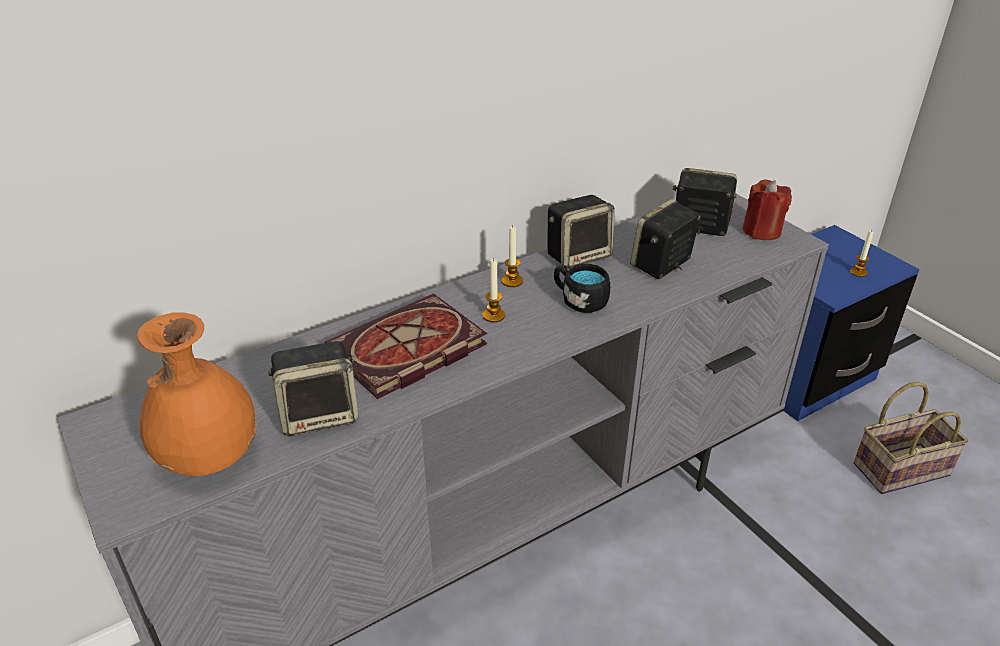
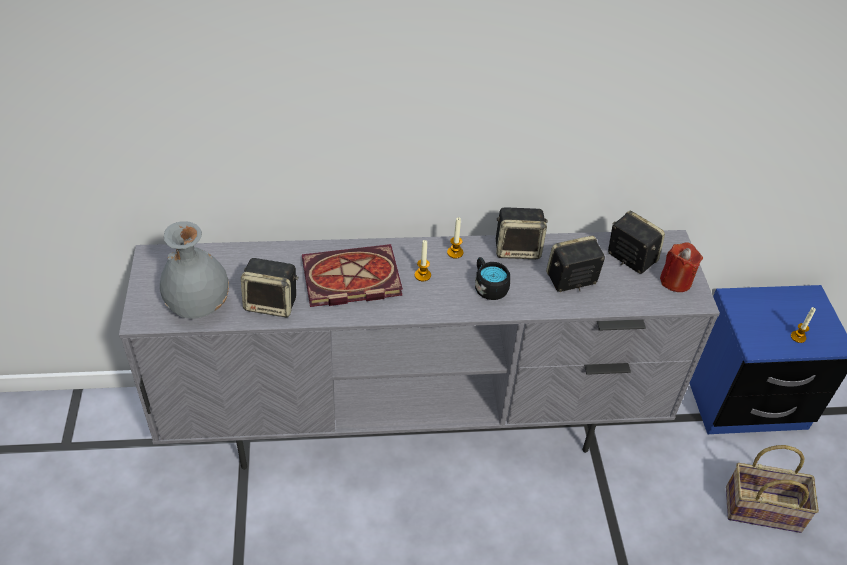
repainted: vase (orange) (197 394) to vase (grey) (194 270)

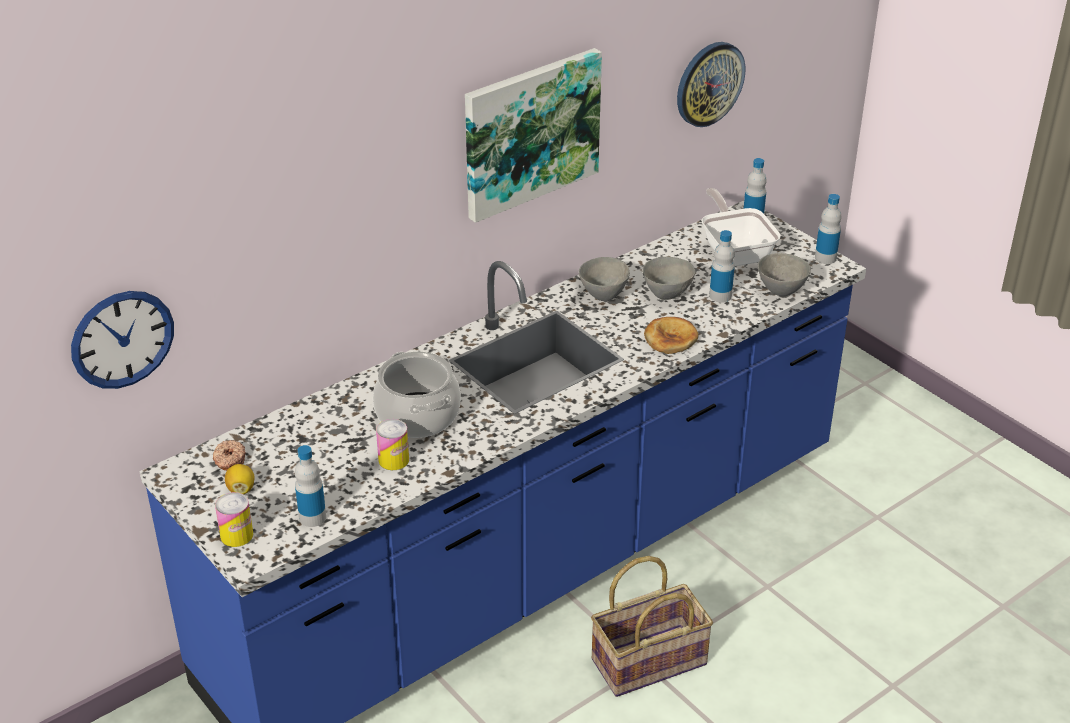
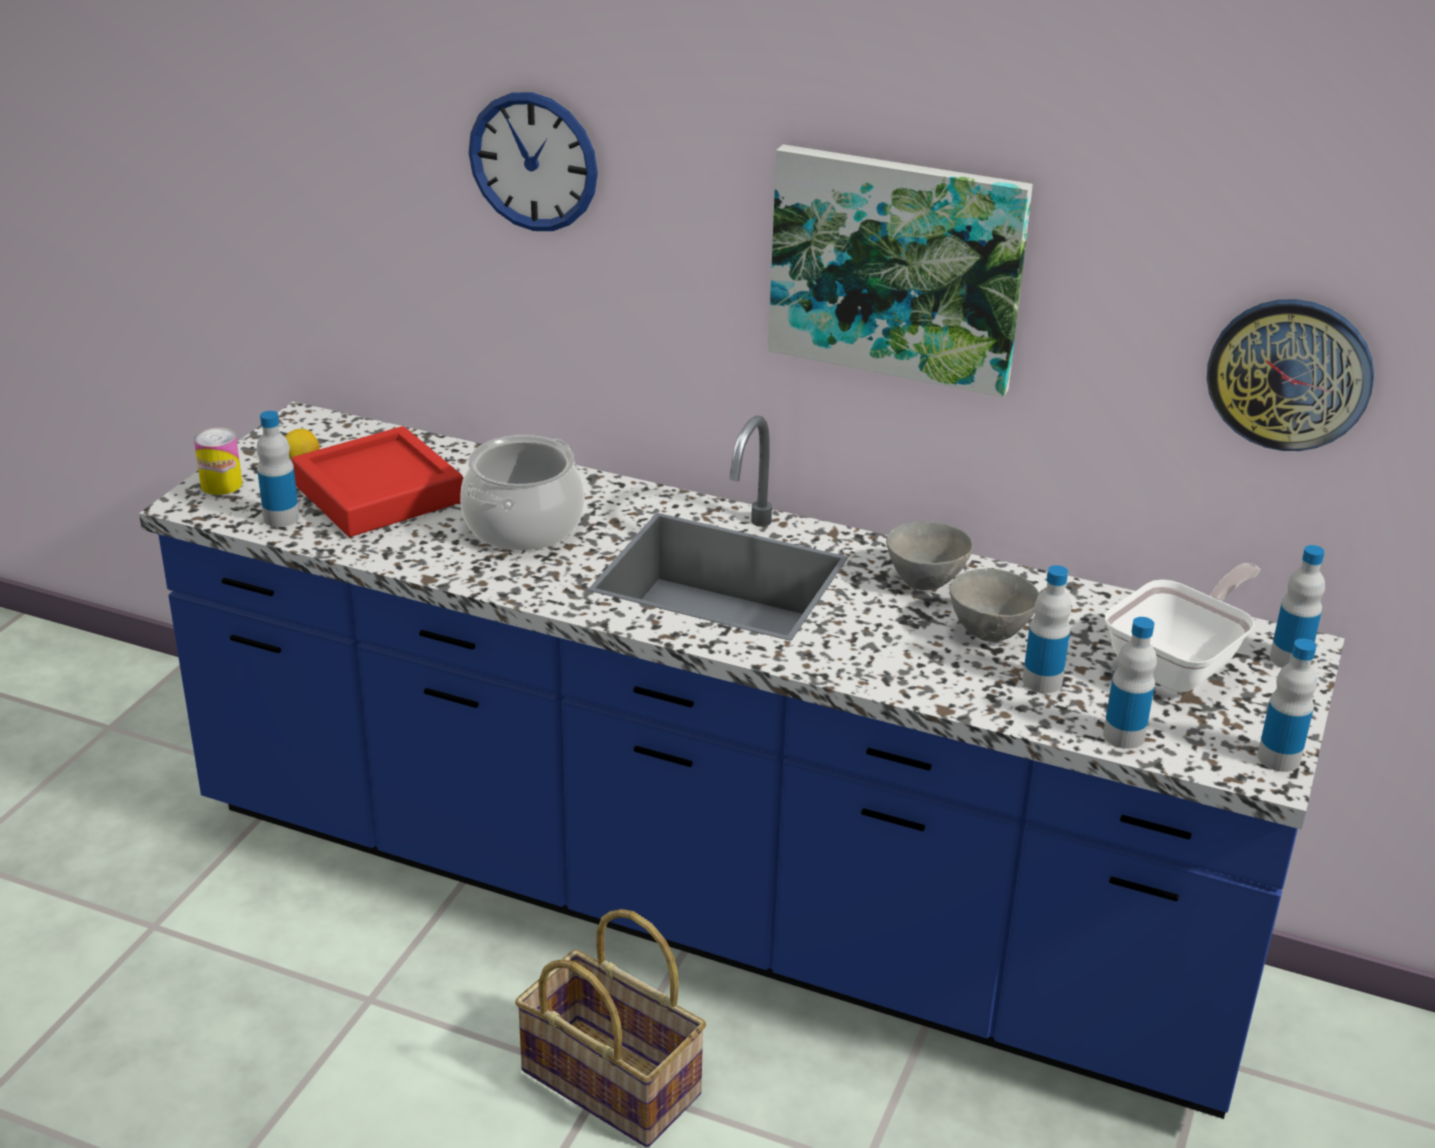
gone: donut (229 455); can (392 444); bread (671 335)
new: tray (red) (377 481)
shifted: wall clock (122 340) to (533 161)
swapped: bowl (grey) (784 274) to bottle (1130 683)

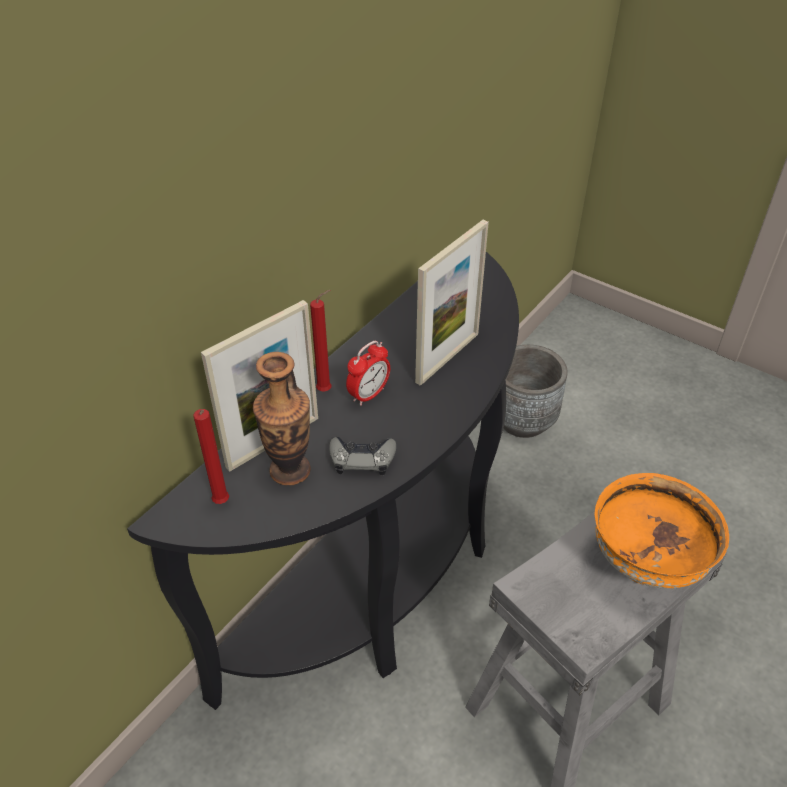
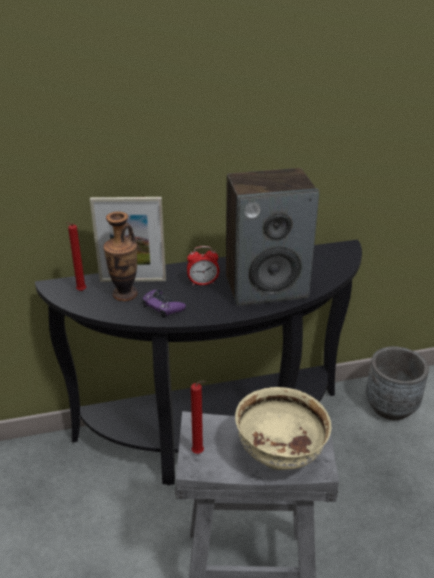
shifted: candle (red) (320 340) to (199 417)
swapped: picture frame (452 303) to speaker (272 237)
repainted: game controller (grey) (362 456) to game controller (purple) (164 304); bowl (orange) (662 531) to bowl (beige) (283 428)

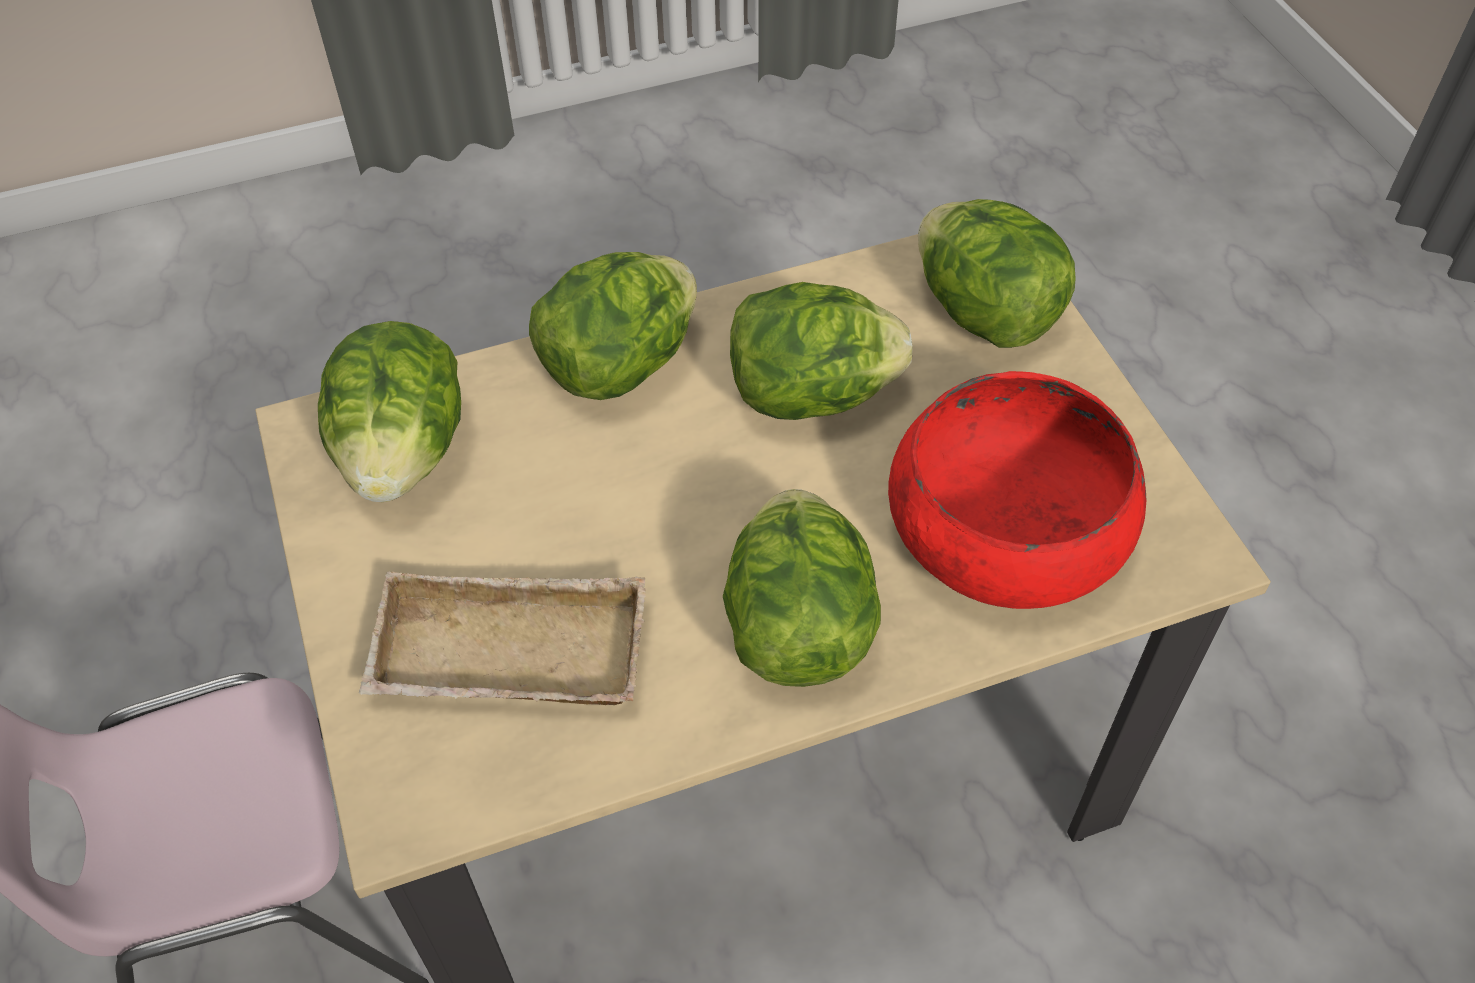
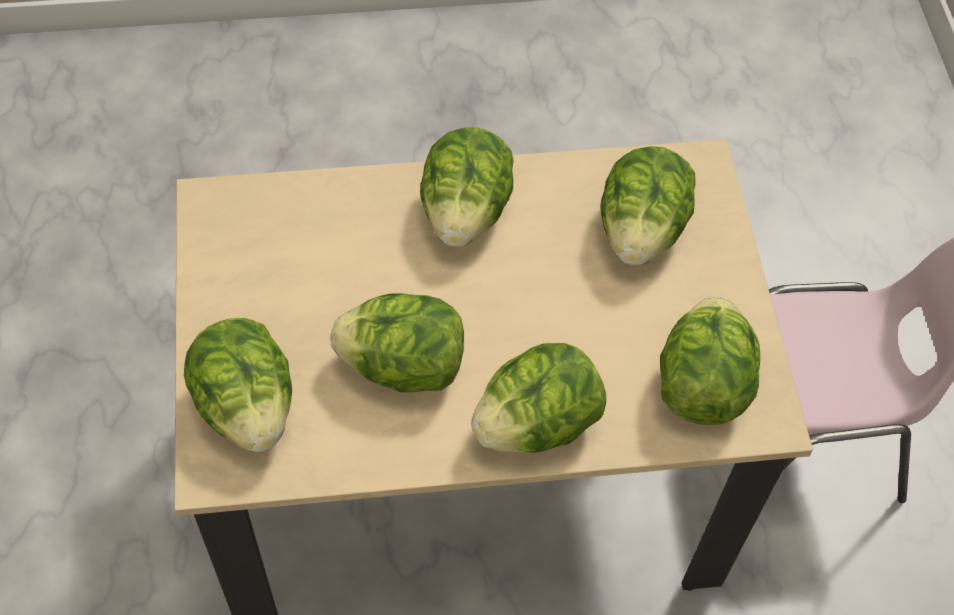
gone: bowl (red) (1017 490)
swapped: tray (beige) (502 638) to lettuce (648 205)

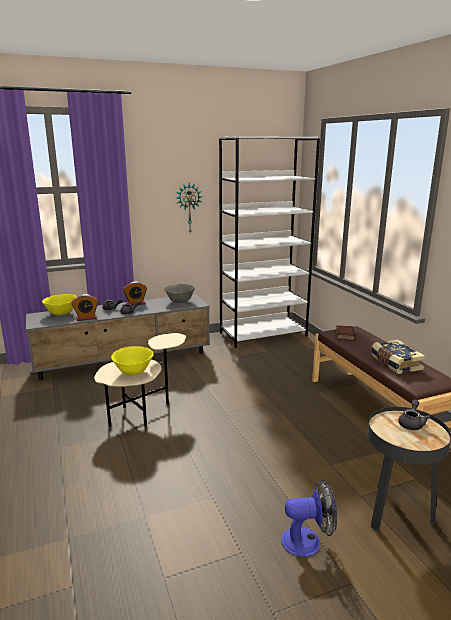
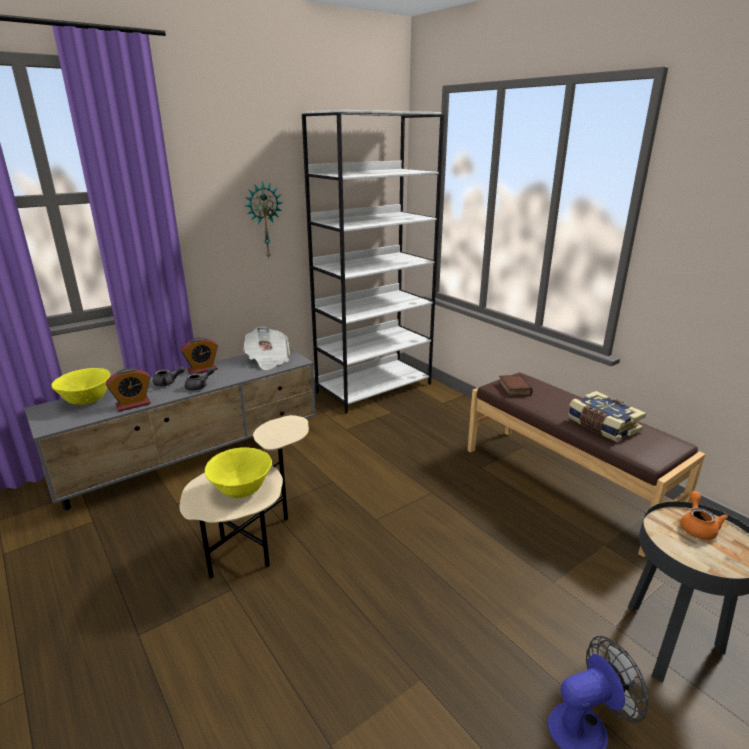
swapped: bowl (grey) (179 293) to newspaper (266 348)
repainted: teapot (grey) (414 414) to teapot (orange) (704 515)

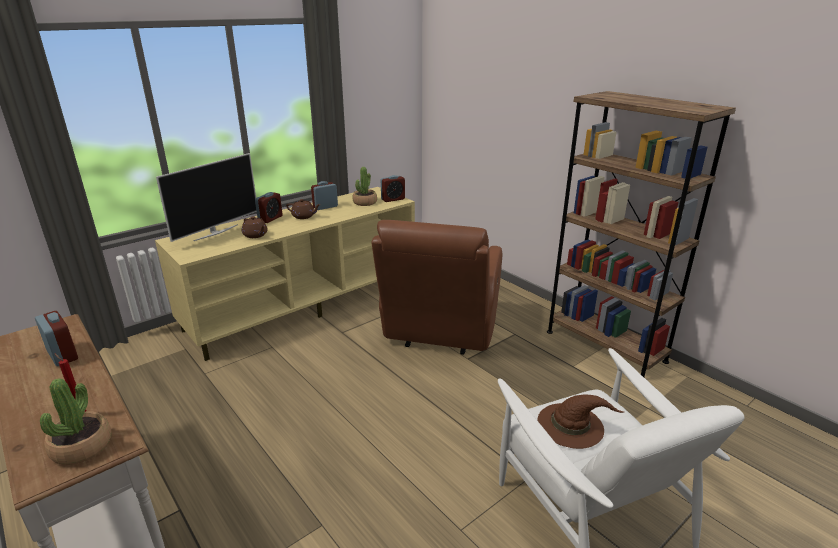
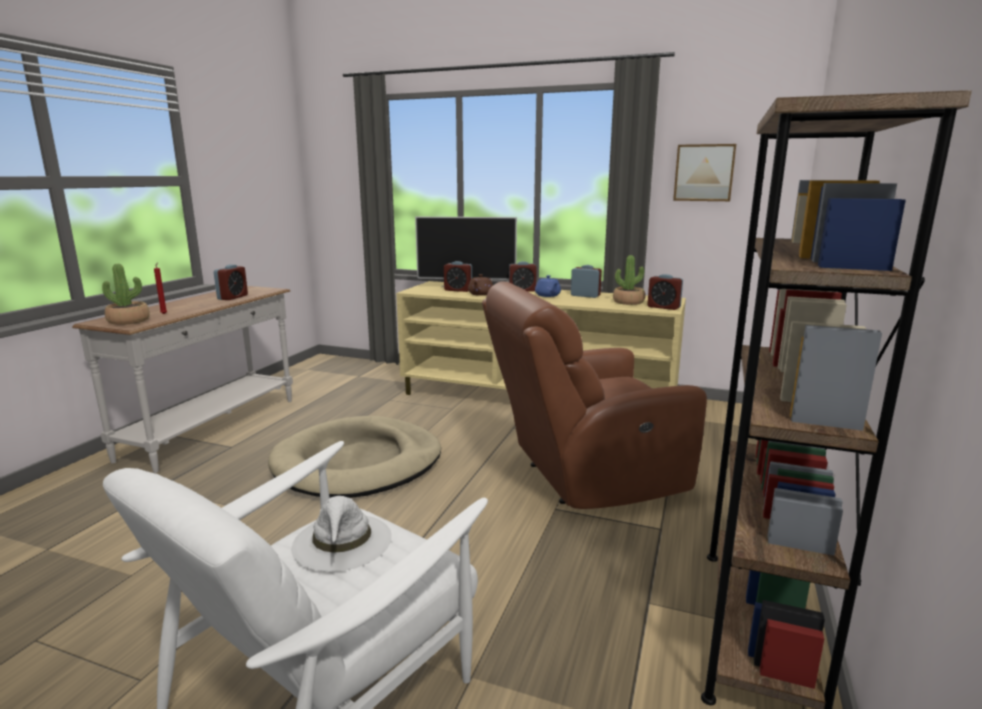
new: dog bed (beige) (354 457); alarm clock (458 276); picture (704 172)
repainted: teapot (brown) (303 209) to teapot (blue) (548 286); hat (brown) (580 422) to hat (white) (341 534)

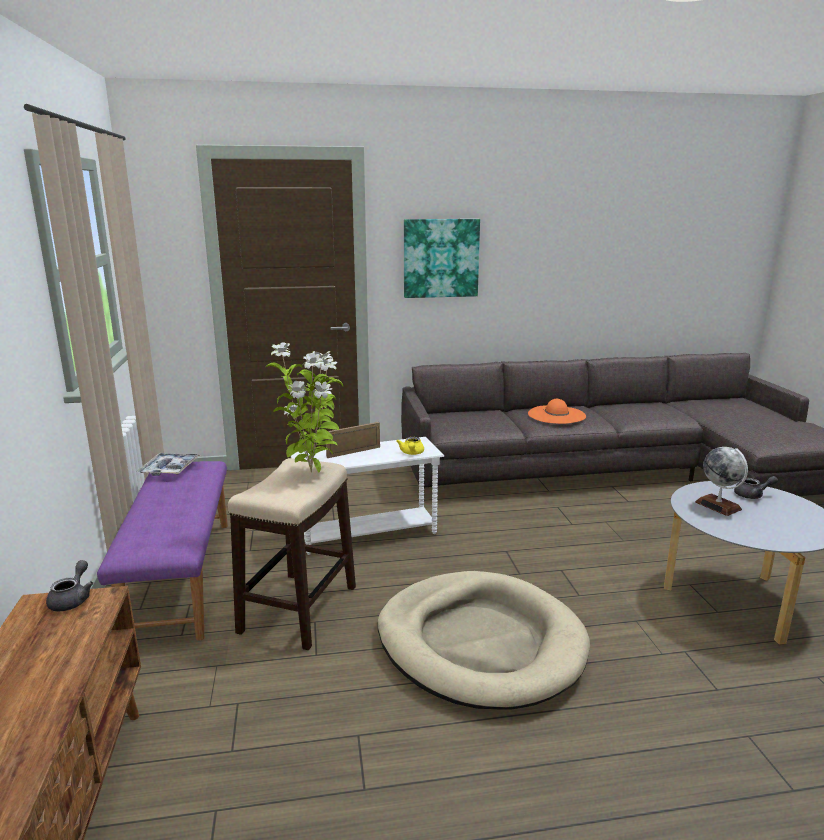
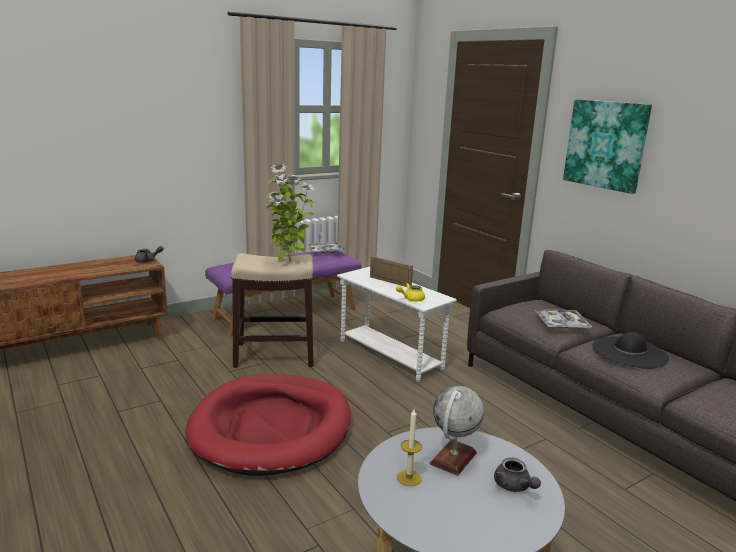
new: candle (409 447); tray (563 318)
repainted: dog bed (beige) (484 640) to dog bed (red) (267 425); hat (orange) (557 411) to hat (black) (631 350)

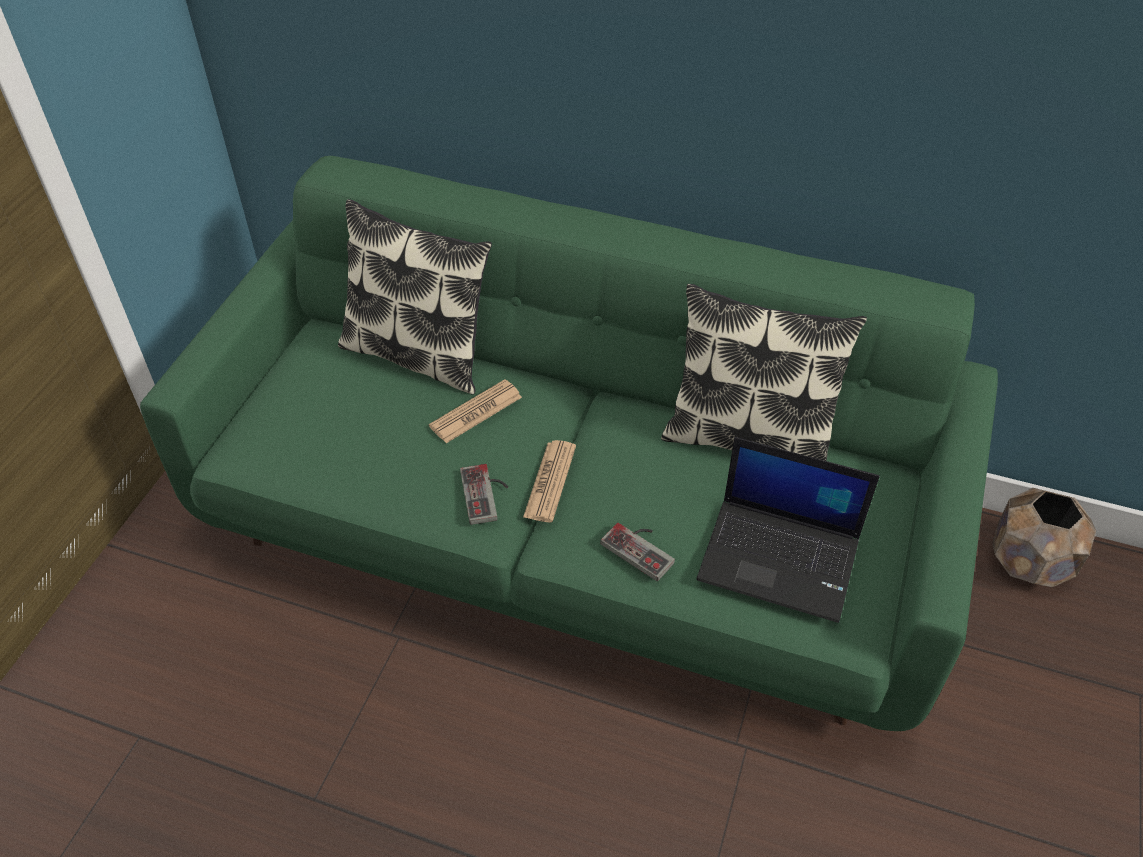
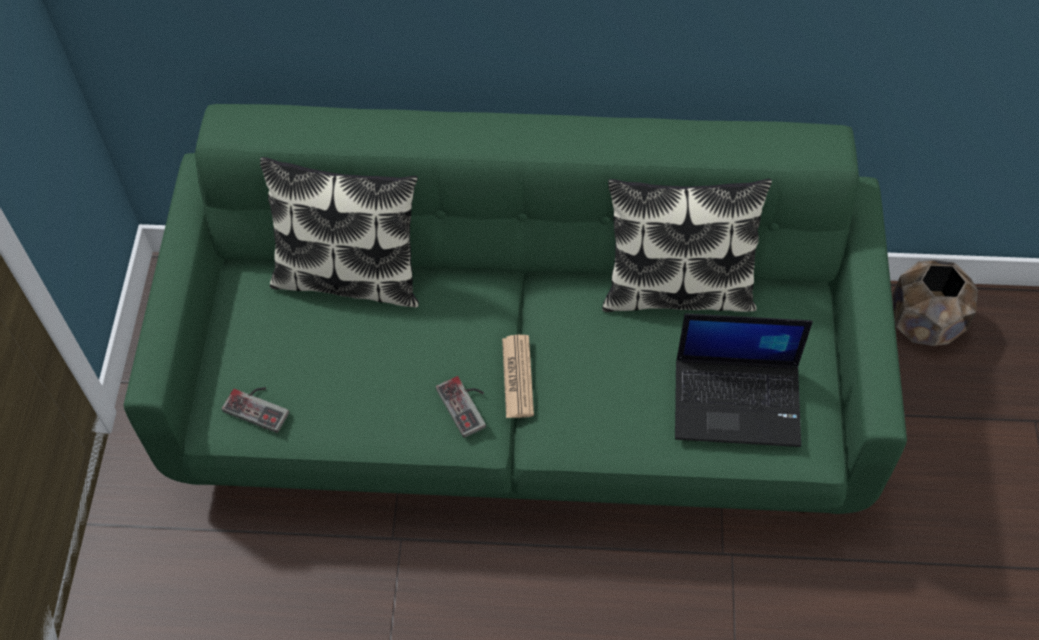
gone: newspaper (475 411)
shifted: game controller (637 552) to (255 410)

